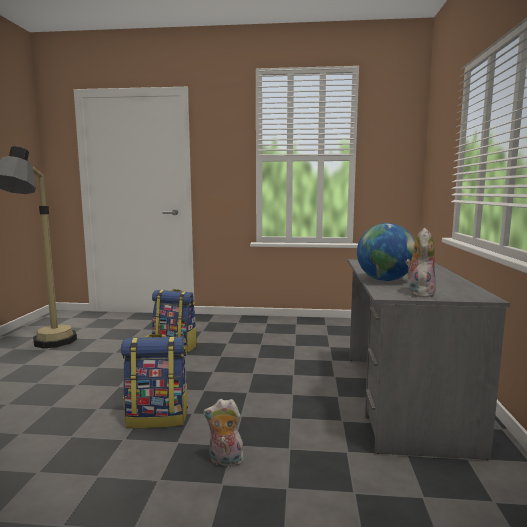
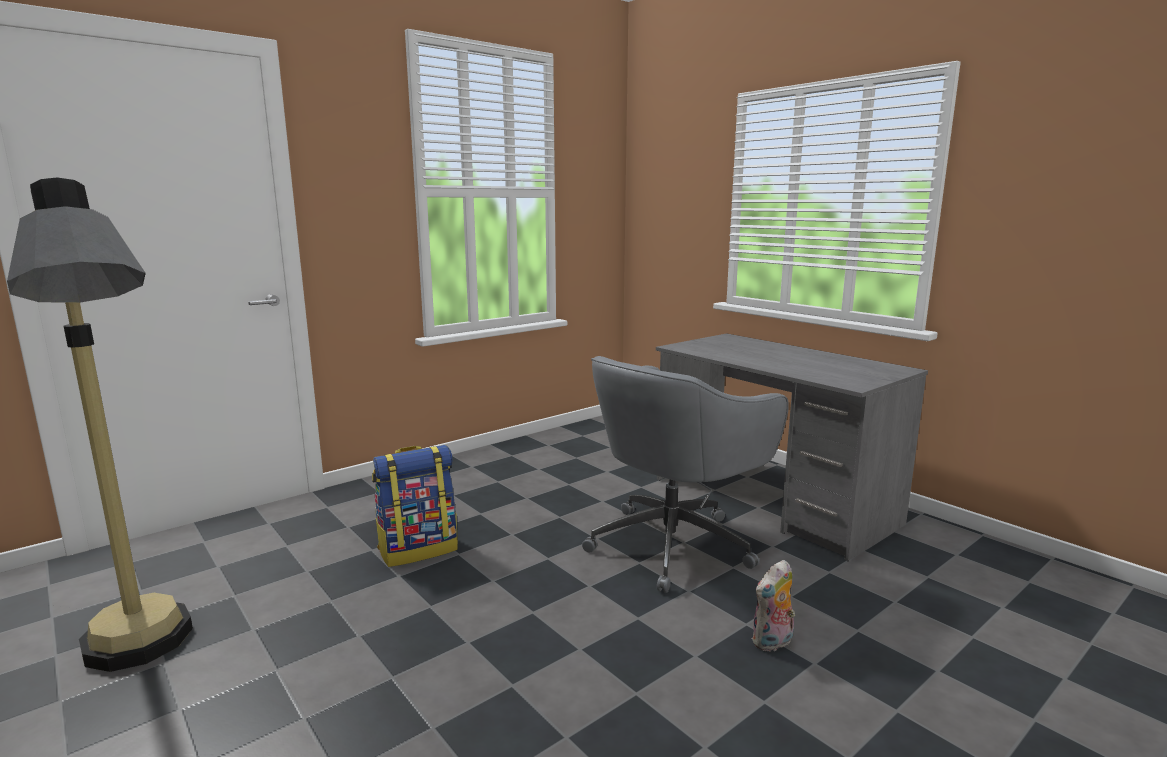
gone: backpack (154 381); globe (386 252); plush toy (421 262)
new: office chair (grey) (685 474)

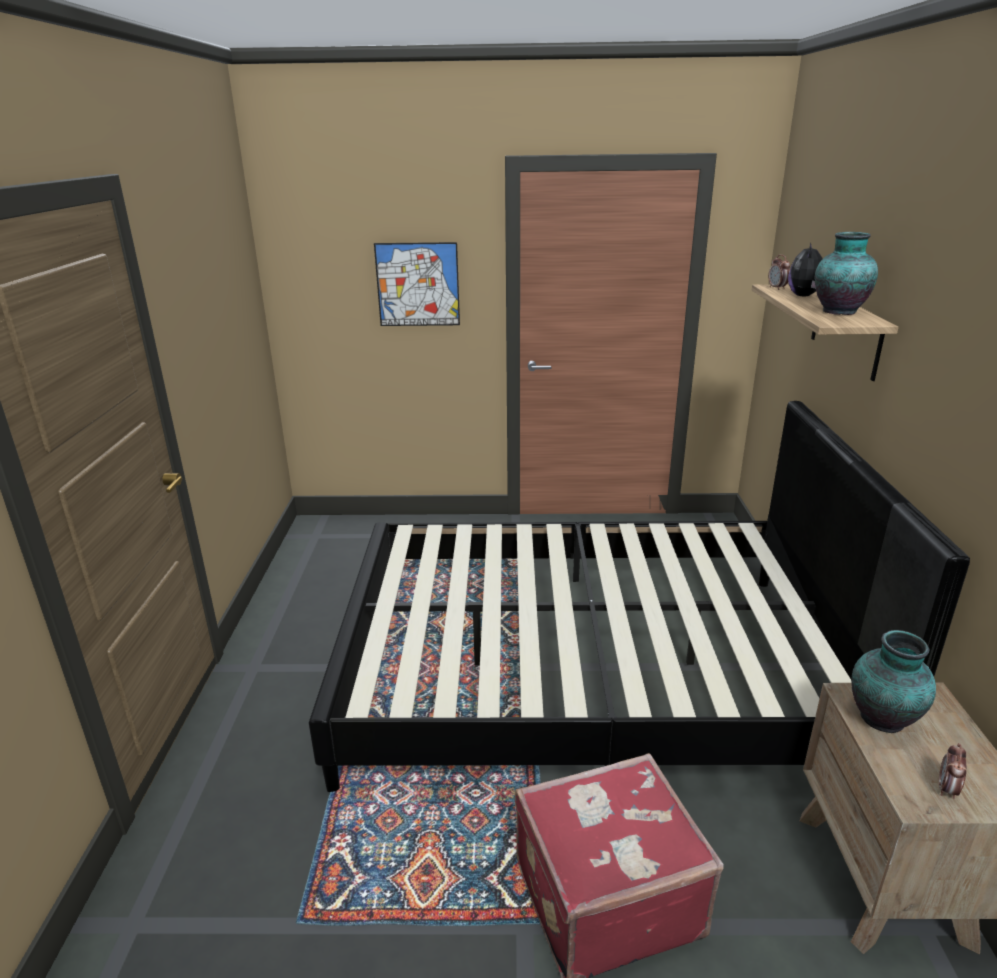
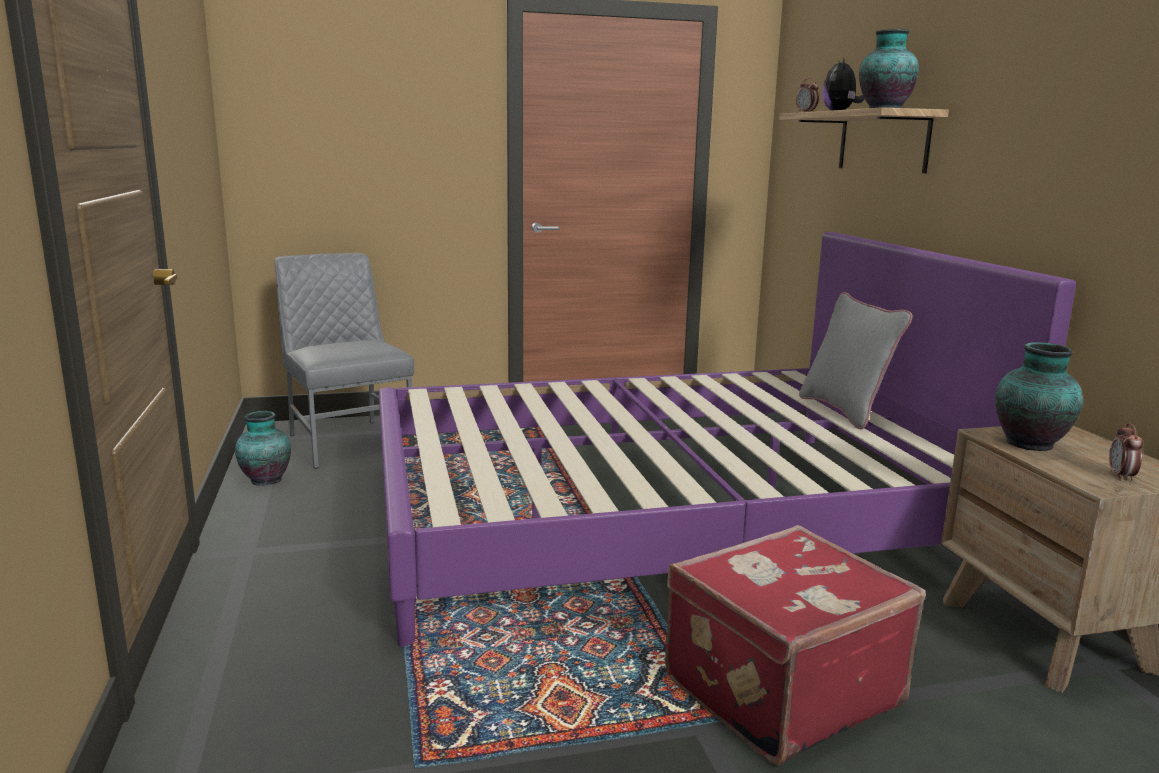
gone: picture (417 284)
new: vase (263 448); chair (grey) (344 361); pillow (grey) (856 360)
repainted: bed (black) (639 597) to bed (purple) (727 439)

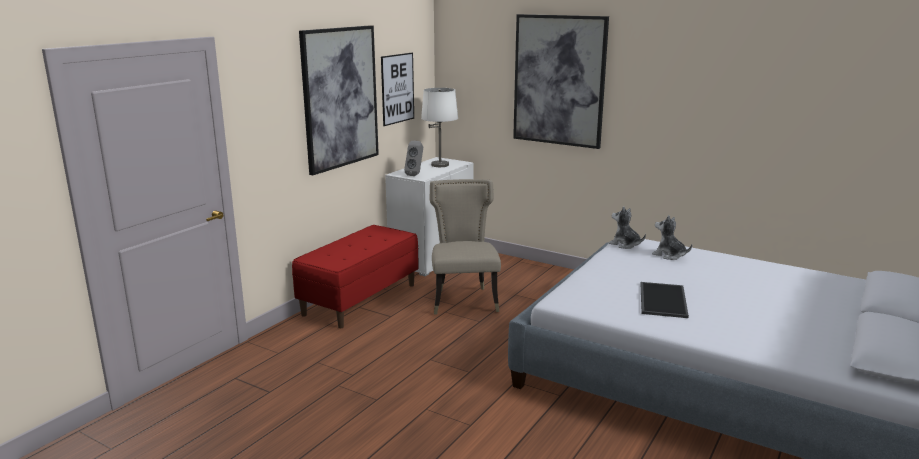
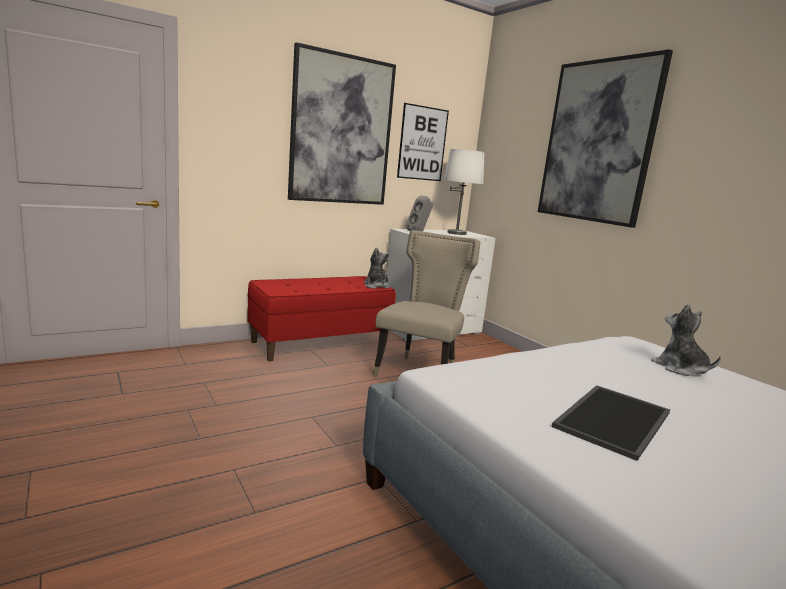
shifted: plush toy (627 227) to (376 268)

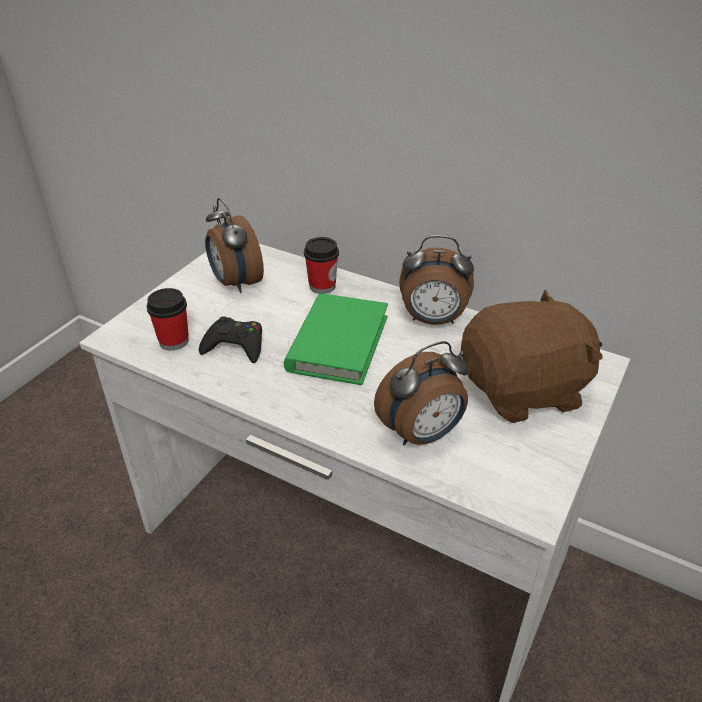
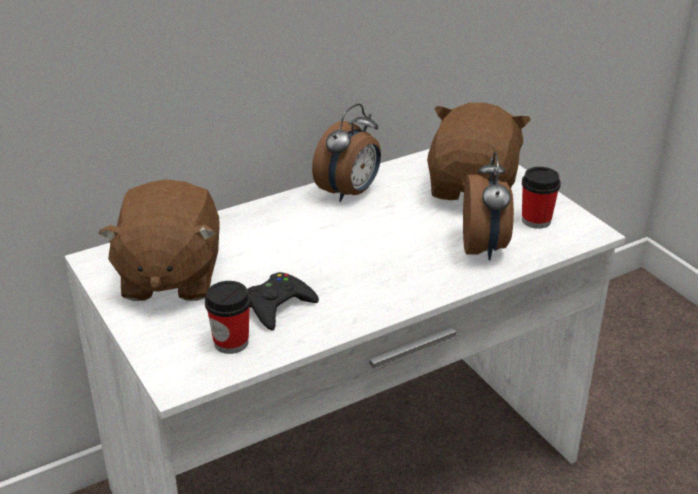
gone: book (green) (336 339)
shifted: cup (321 265) to (541 198)
swapped: alarm clock (234 245) to plush toy (brown) (159 240)

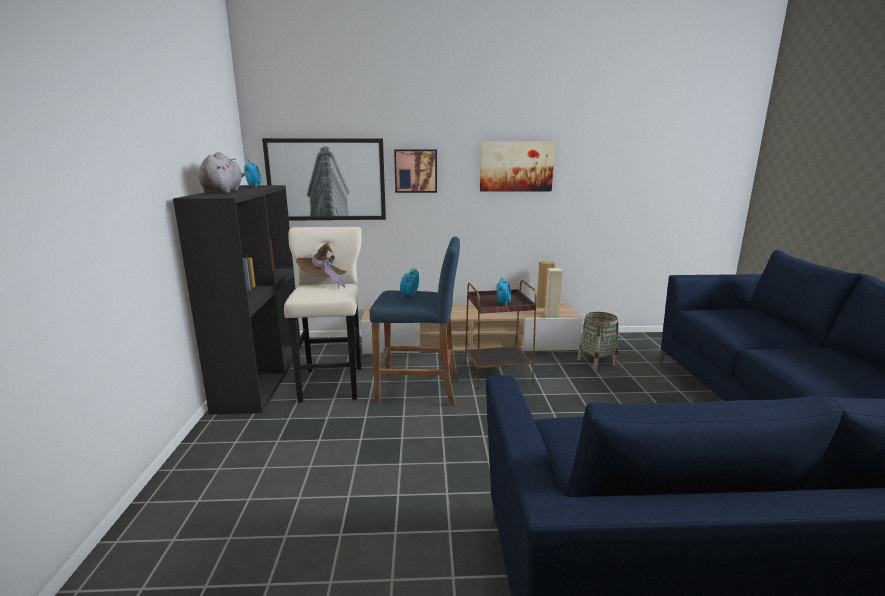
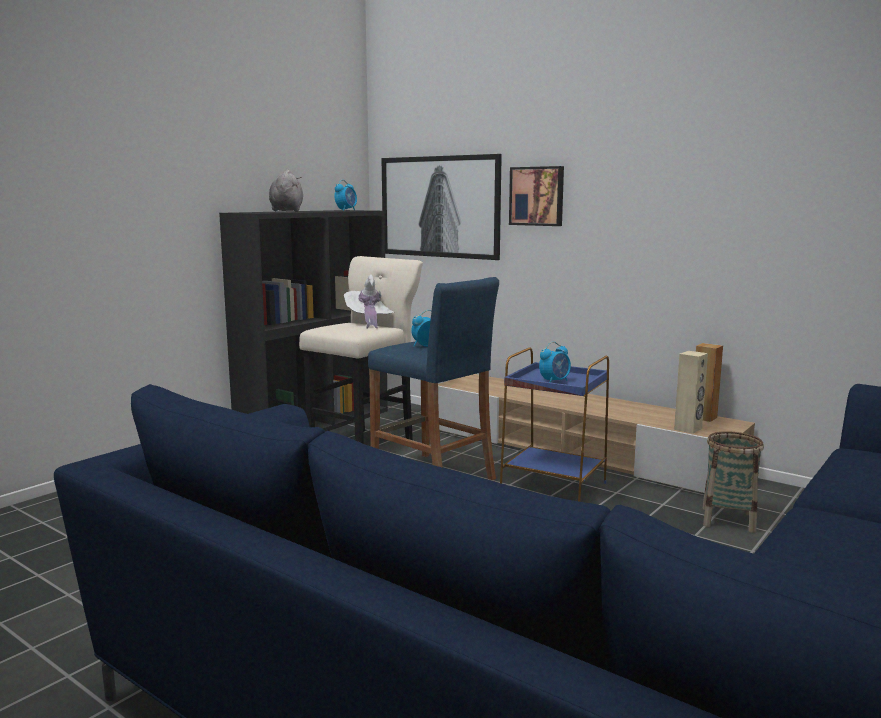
gone: picture (517 167)
repainted: hat (brown) (321 266) to hat (white) (369 301); side table (brown) (500 334) to side table (blue) (554 424)
rotated: plush toy (grey) (222 172) = (286 191) 45 degrees counterclockwise

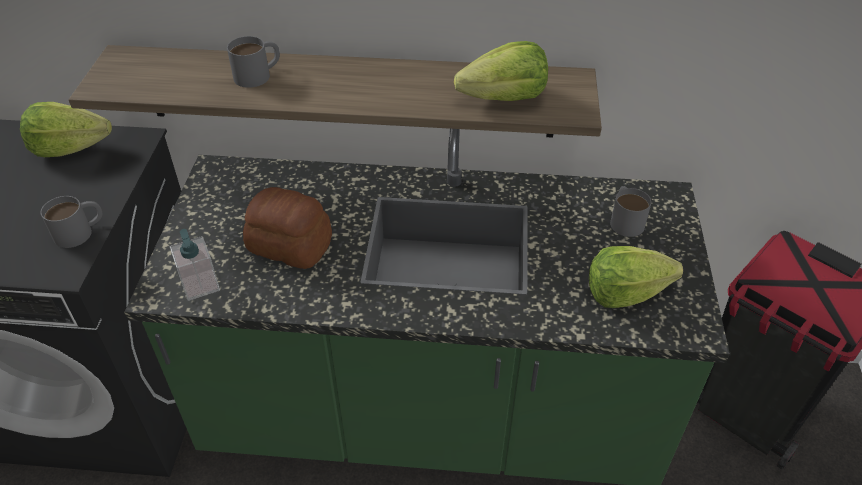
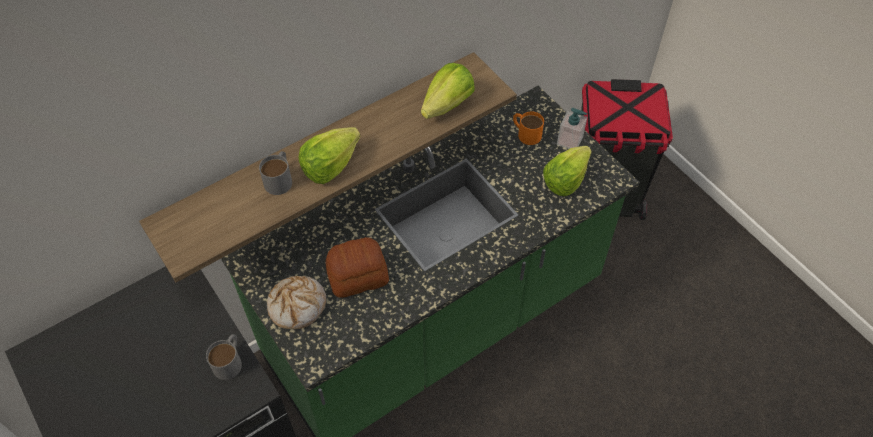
new: bread (296 302)
shifted: lettuce (66 129) to (329 155); soap dispenser (195 265) to (572 128)
repainted: mug (grey) (631 211) to mug (orange) (528 128)

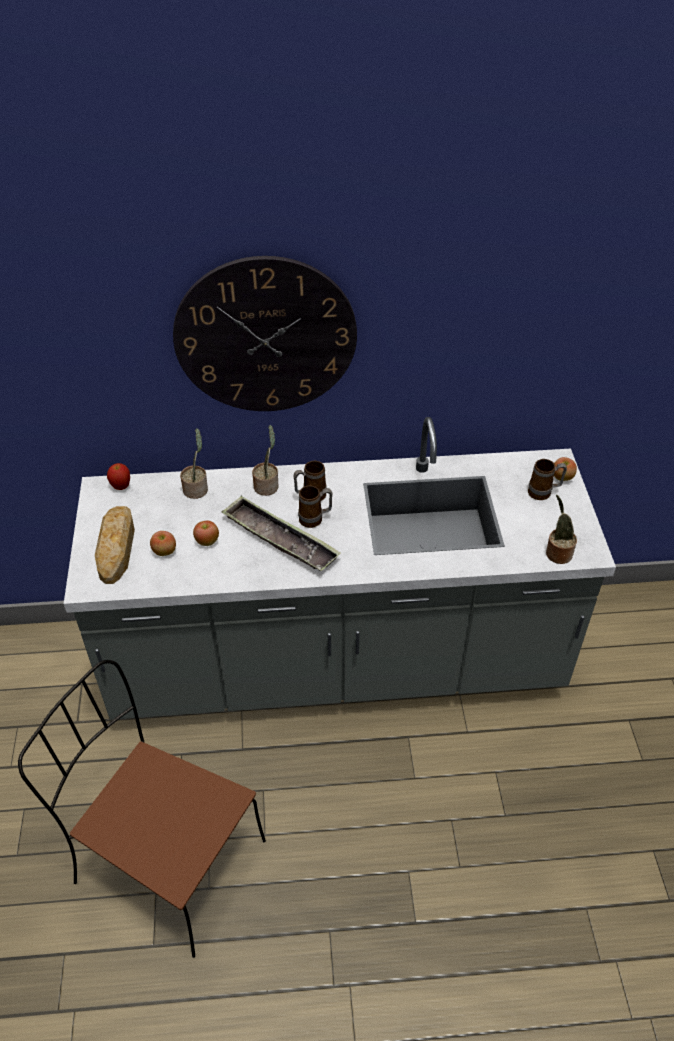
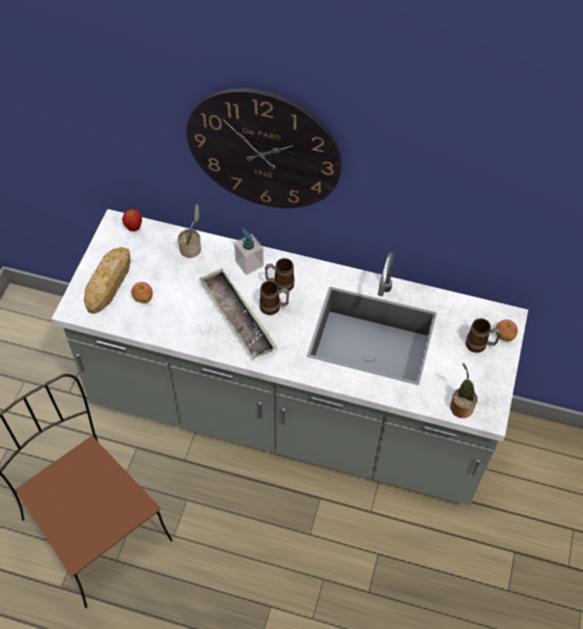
gone: apple (206 533)
swapped: potted plant (265 460) to soap dispenser (249 251)

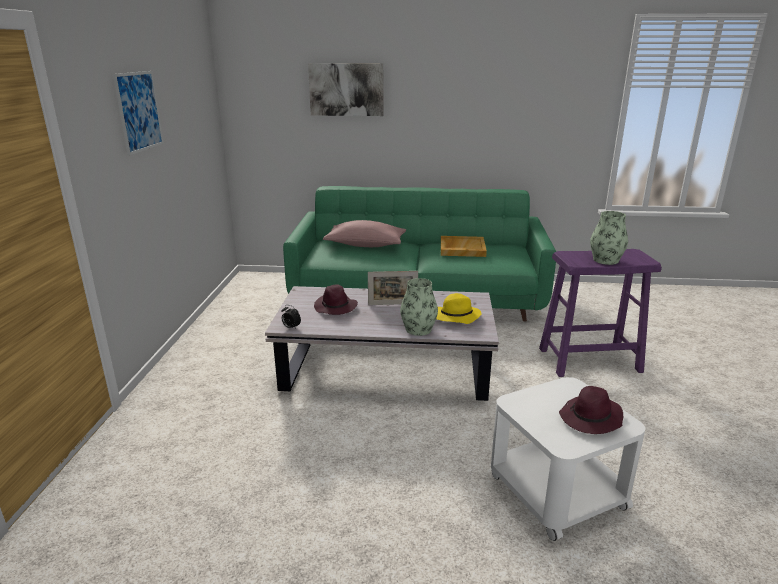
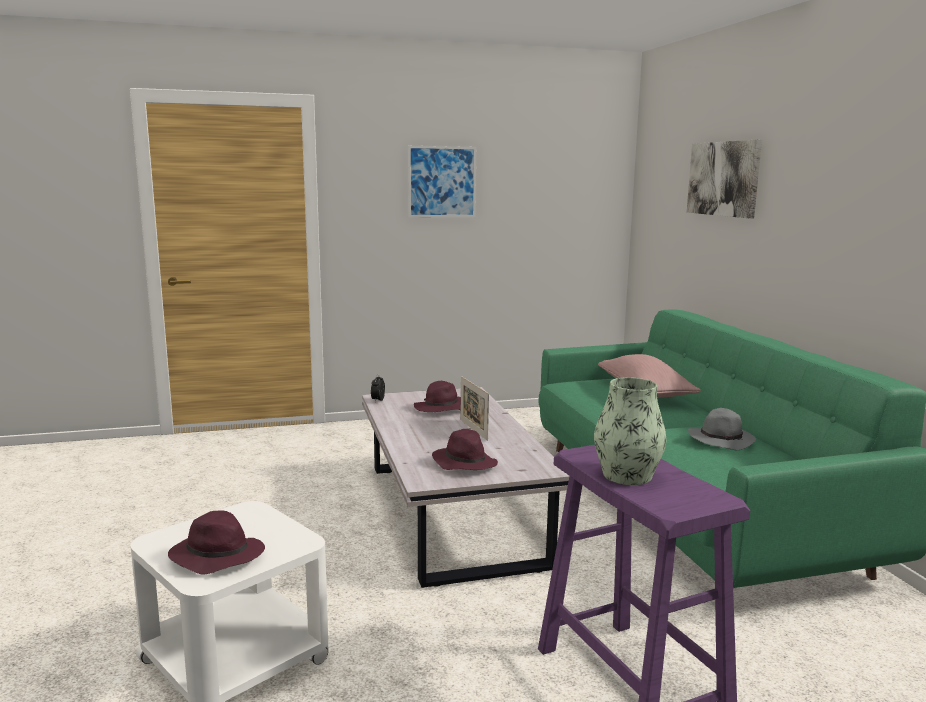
gone: vase (419 307)
swapped: tray (beige) (464 246) to hat (grey) (722 429)
repainted: hat (yellow) (459 308) to hat (purple) (465 449)

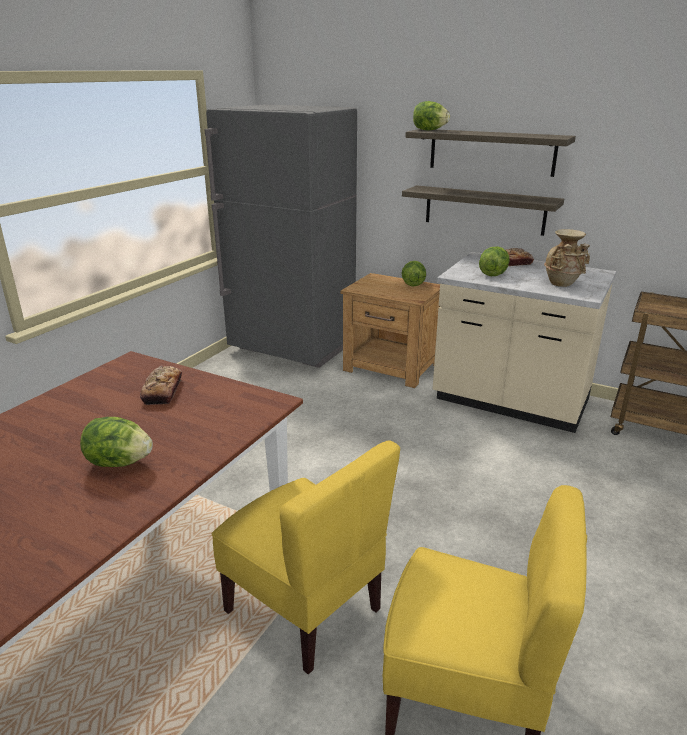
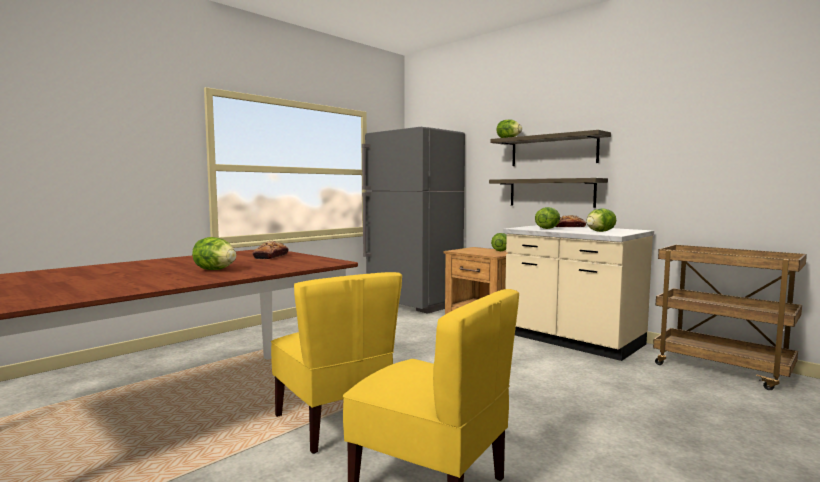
swapped: vase (beige) (567 258) to lettuce (601 220)

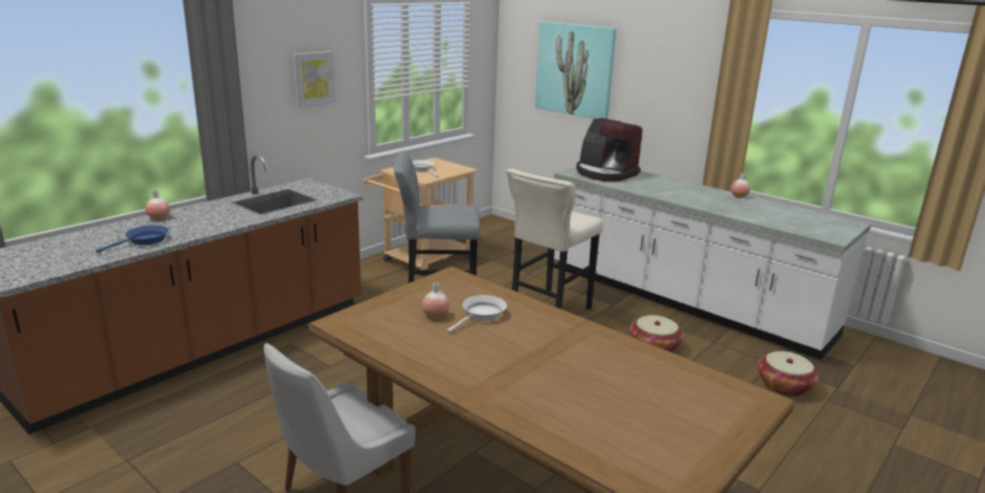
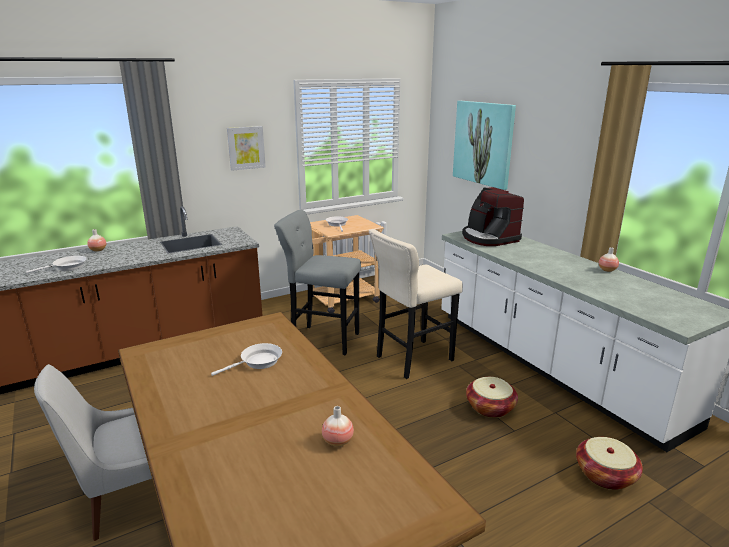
shifted: vase (436 300) to (338 426)
repainted: frying pan (blue) (132 239) to frying pan (white) (56 264)

